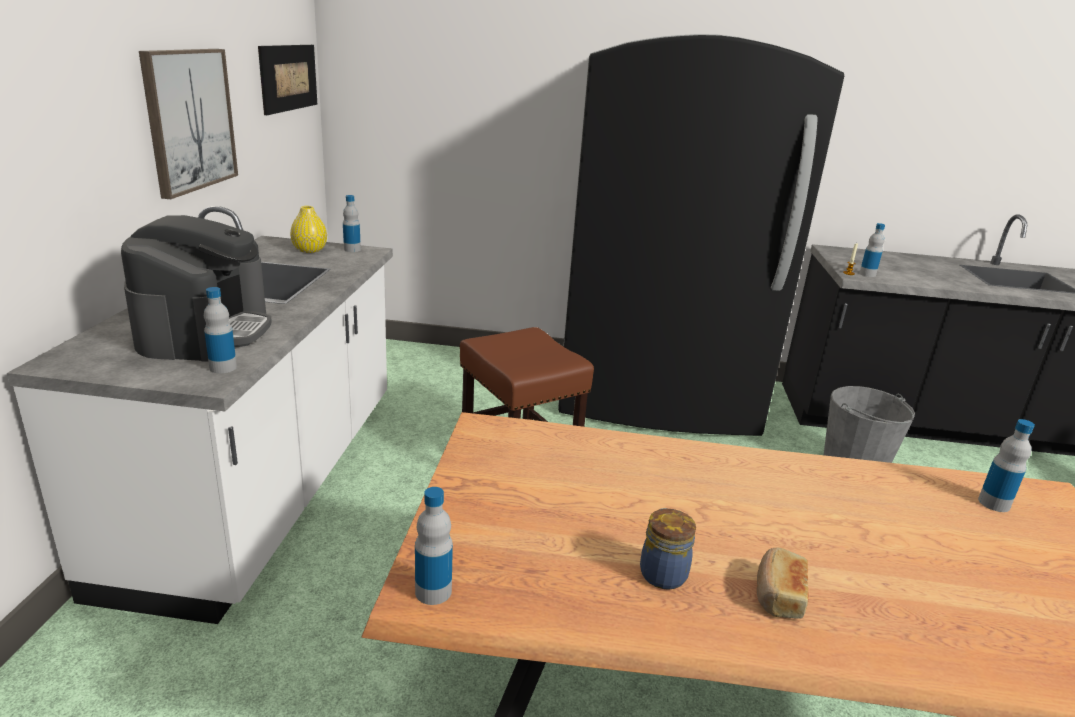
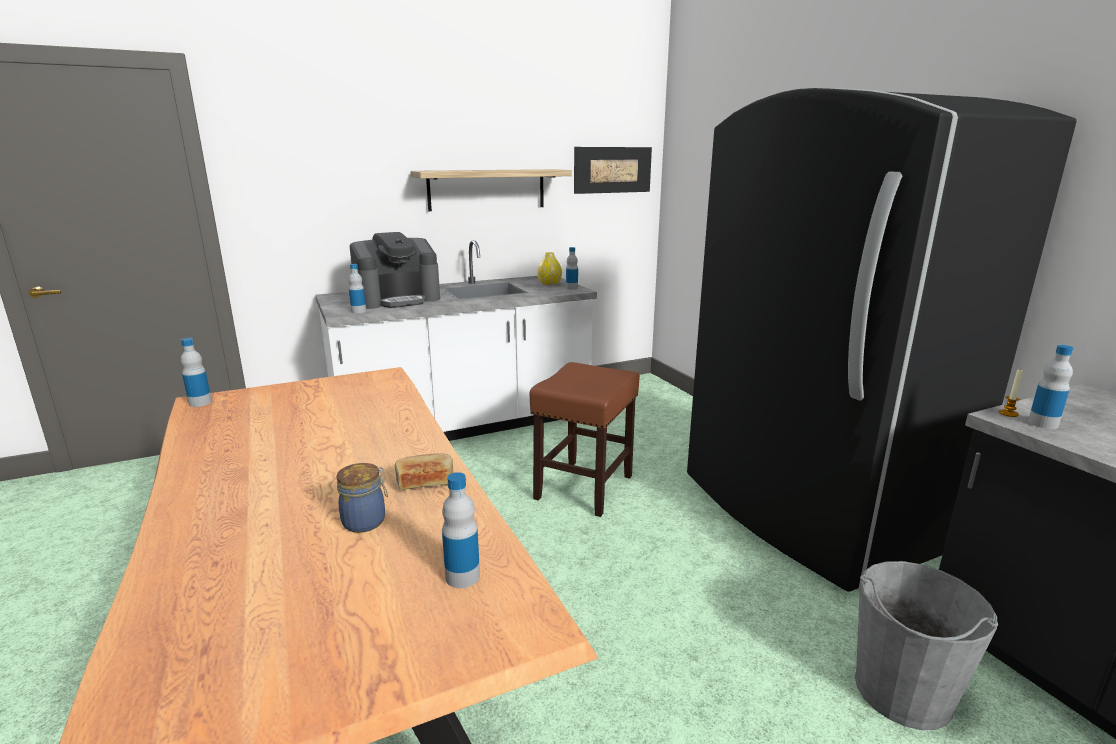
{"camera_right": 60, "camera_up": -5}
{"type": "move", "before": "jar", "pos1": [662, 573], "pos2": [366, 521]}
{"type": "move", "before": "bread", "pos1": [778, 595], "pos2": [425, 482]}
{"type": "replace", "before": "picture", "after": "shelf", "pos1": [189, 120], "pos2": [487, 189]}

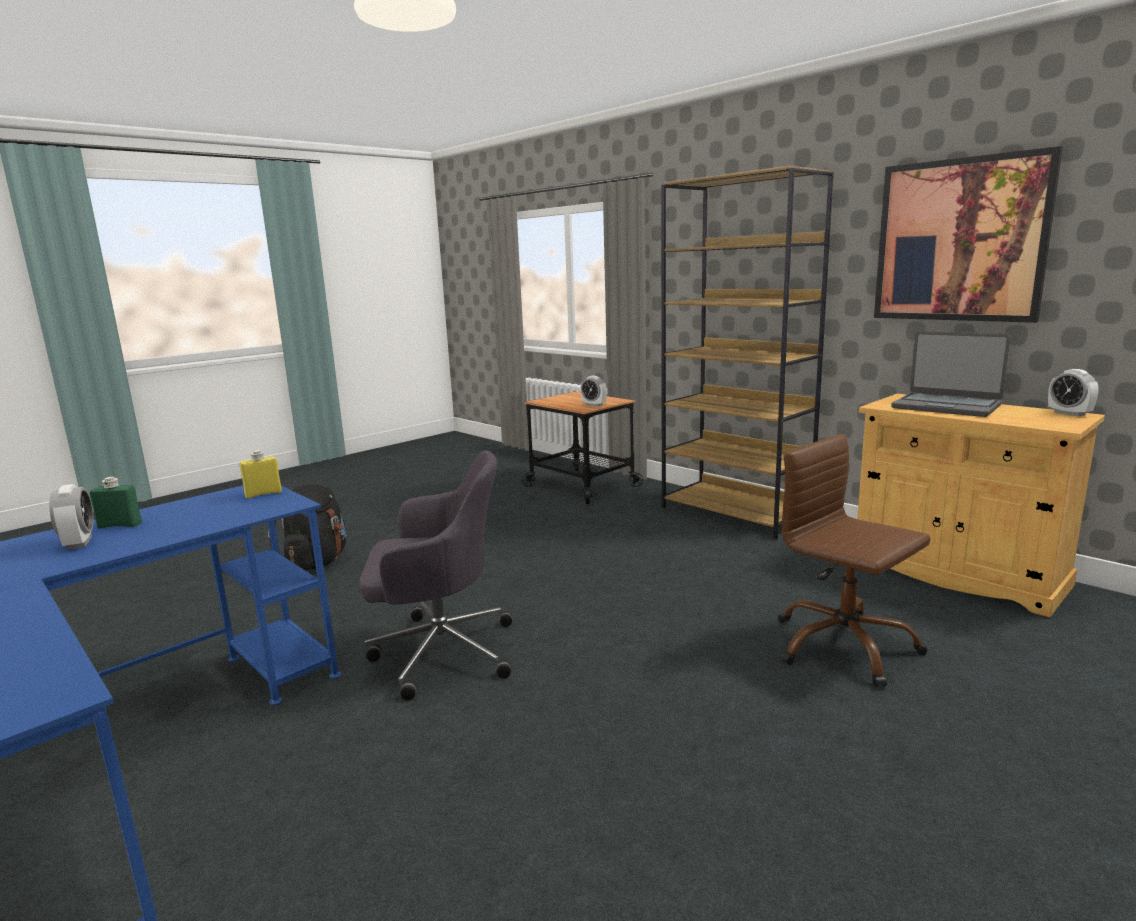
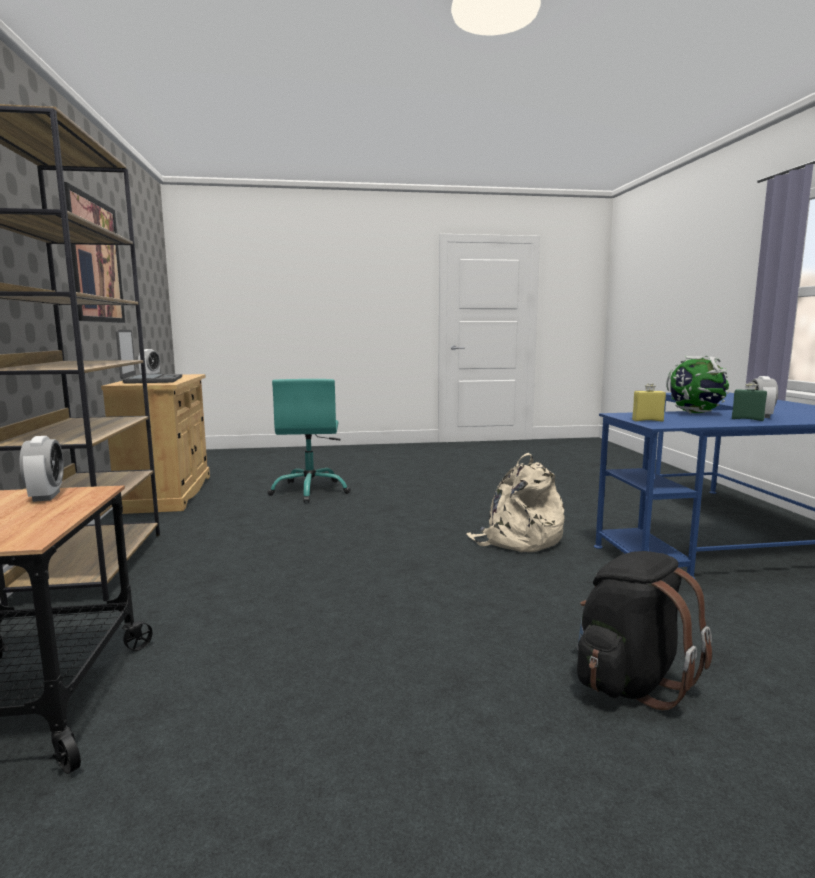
{"camera_right": -145, "camera_up": -5}
{"type": "insert", "after": "globe", "pos2": [695, 413]}
{"type": "replace", "before": "grey office chair", "after": "beige backpack", "pos1": [440, 652], "pos2": [518, 540]}
{"type": "recolor", "before": "brown office chair", "after": "turquoise office chair", "pos1": [843, 646], "pos2": [310, 490]}

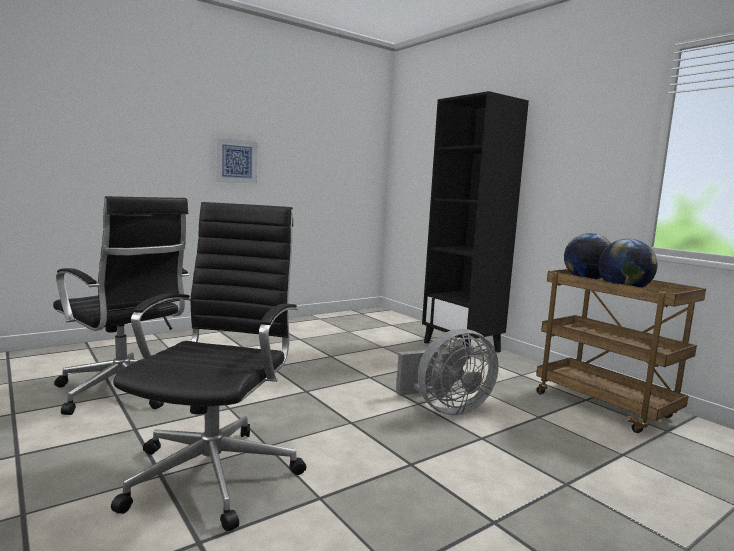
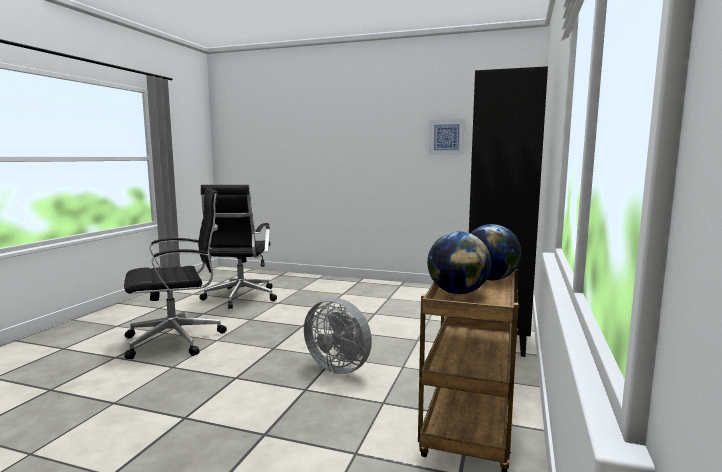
{"camera_right": 55, "camera_up": 0}
{"type": "move", "before": "picture", "pos1": [236, 161], "pos2": [446, 137]}

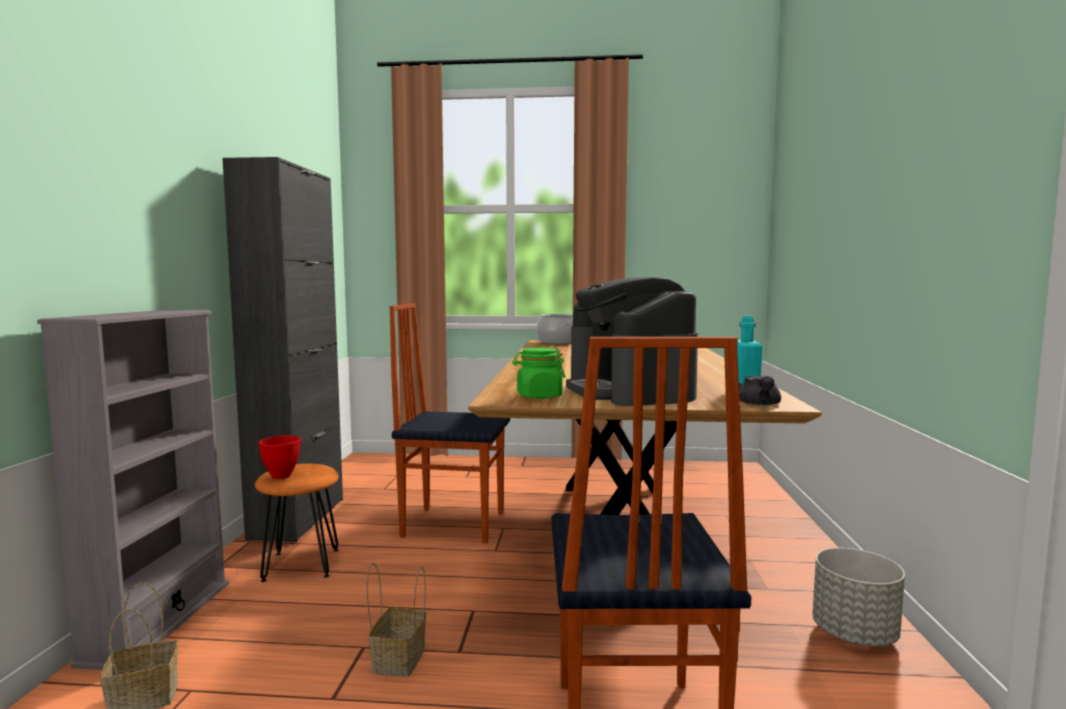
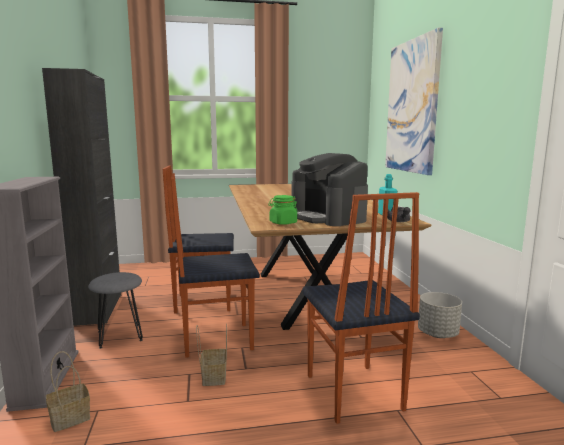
{"camera_right": -15, "camera_up": 5}
{"type": "delete", "before": "red bowl", "pos1": [282, 476]}
{"type": "delete", "before": "cooking pot", "pos1": [558, 342]}
{"type": "insert", "after": "chair", "pos2": [216, 339]}
{"type": "insert", "after": "picture", "pos2": [412, 106]}
{"type": "recolor", "before": "orange stool", "after": "grey stool", "pos1": [301, 564], "pos2": [120, 335]}

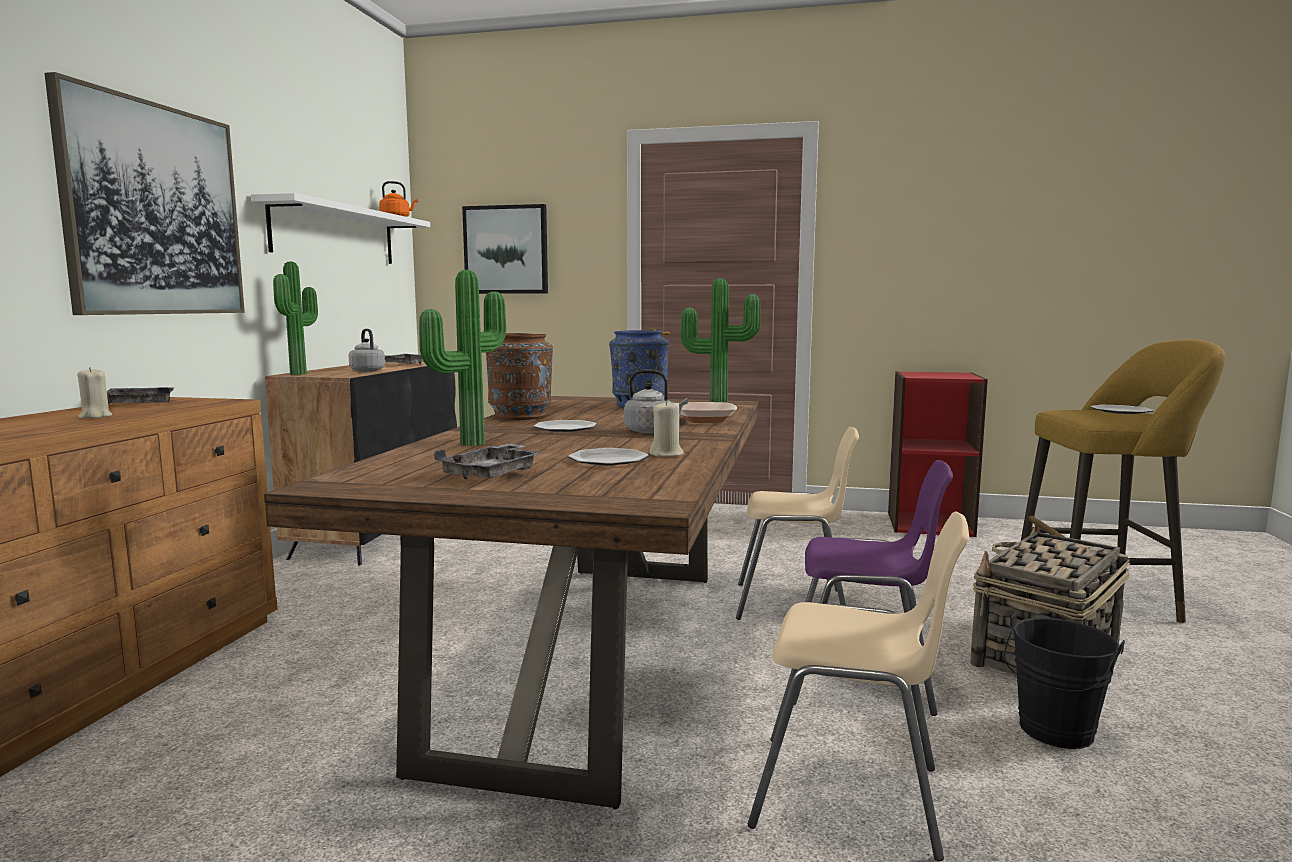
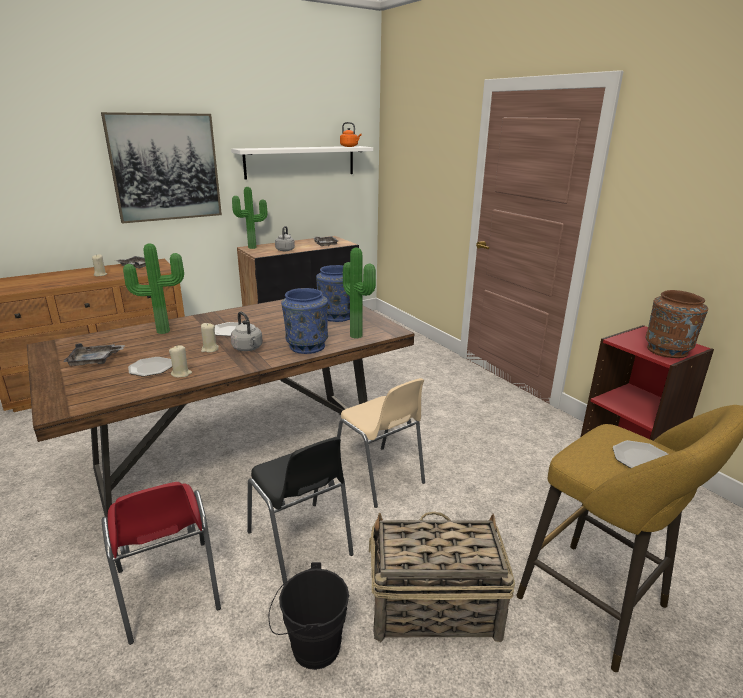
{"camera_right": 45, "camera_up": 15}
{"type": "delete", "before": "picture", "pos1": [506, 250]}
{"type": "insert", "after": "beige candle", "pos2": [210, 349]}
{"type": "move", "before": "brown vase", "pos1": [521, 416], "pos2": [667, 351]}
{"type": "replace", "before": "bowl", "after": "blue vase", "pos1": [705, 420], "pos2": [306, 346]}
{"type": "recolor", "before": "beige chair", "after": "red chair", "pos1": [852, 797], "pos2": [169, 592]}
{"type": "recolor", "before": "purple chair", "after": "black chair", "pos1": [863, 682], "pos2": [301, 545]}

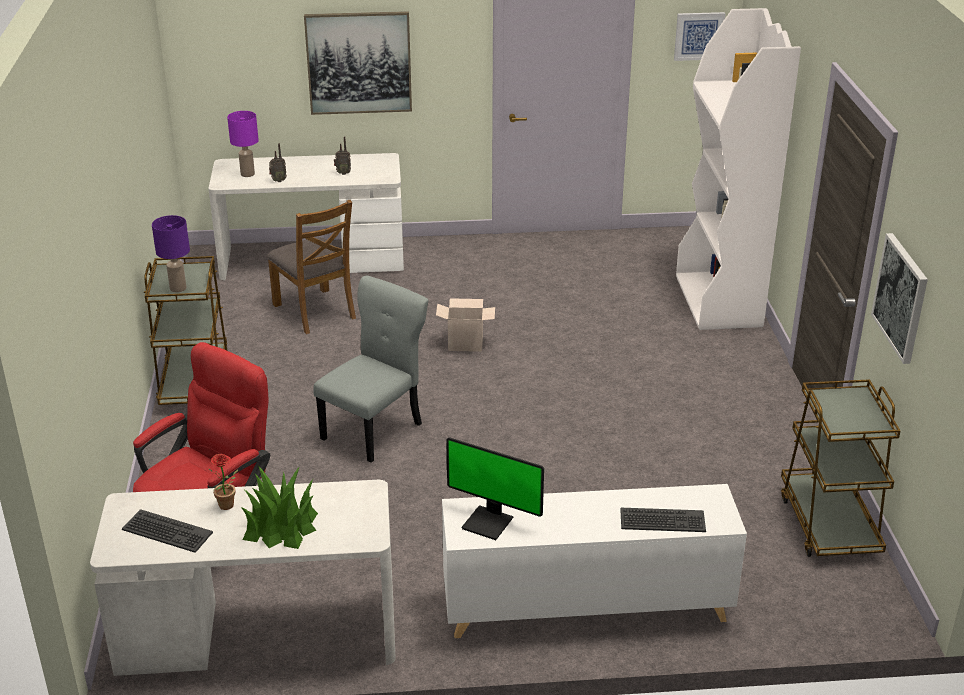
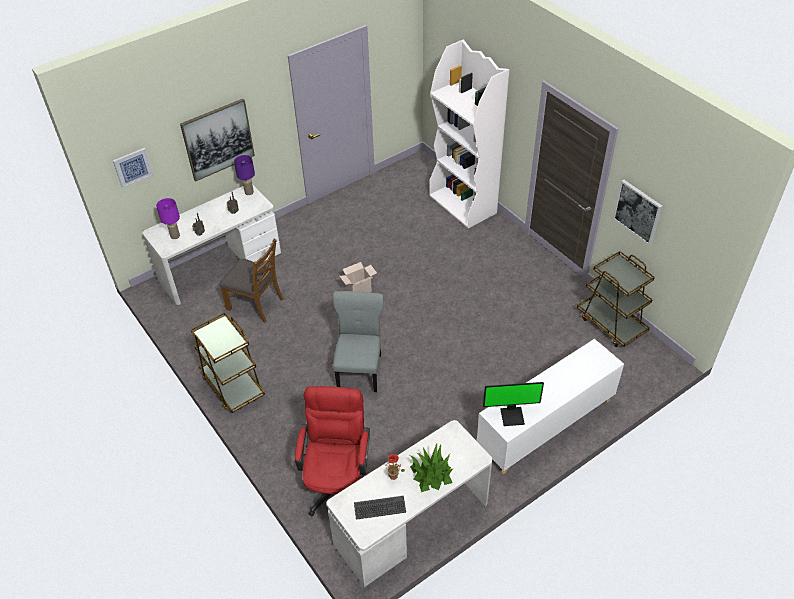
{"camera_right": -30, "camera_up": 15}
{"type": "delete", "before": "keyboard", "pos1": [662, 521]}
{"type": "move", "before": "purple table lamp", "pos1": [177, 288], "pos2": [249, 192]}
{"type": "move", "before": "picture", "pos1": [699, 36], "pos2": [133, 167]}

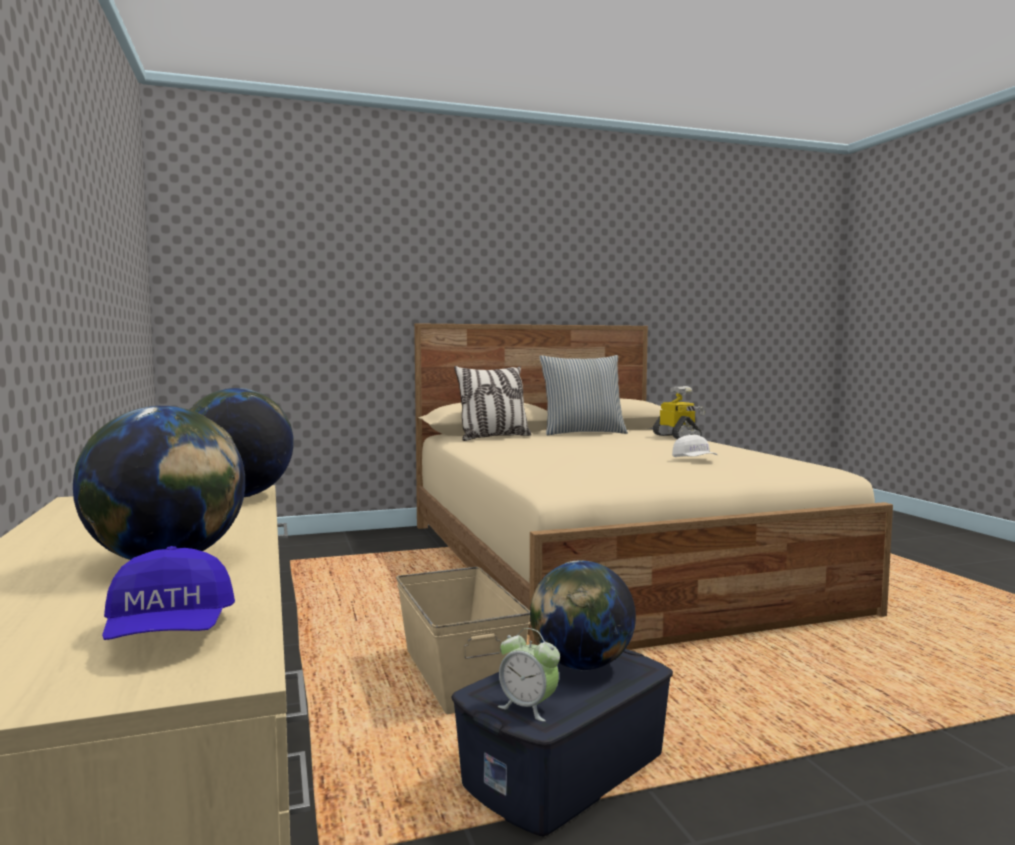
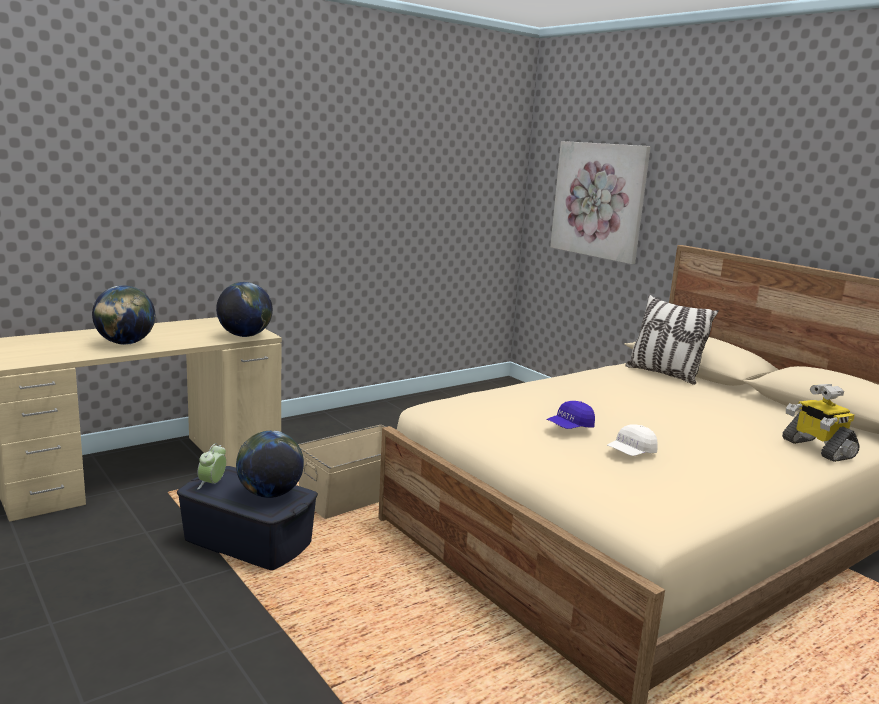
{"camera_right": 70, "camera_up": 10}
{"type": "delete", "before": "pillow", "pos1": [582, 433]}
{"type": "insert", "after": "picture", "pos2": [598, 200]}
{"type": "move", "before": "blue cap", "pos1": [169, 633], "pos2": [570, 427]}
{"type": "rotate", "before": "toy robot", "pos1": [677, 437], "pos2": [816, 448], "turn": 105}

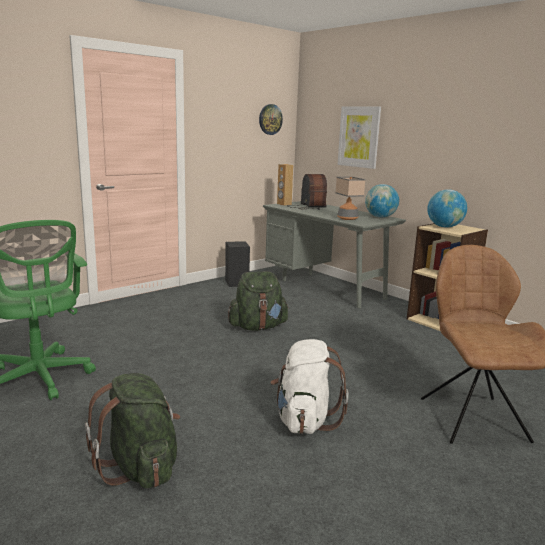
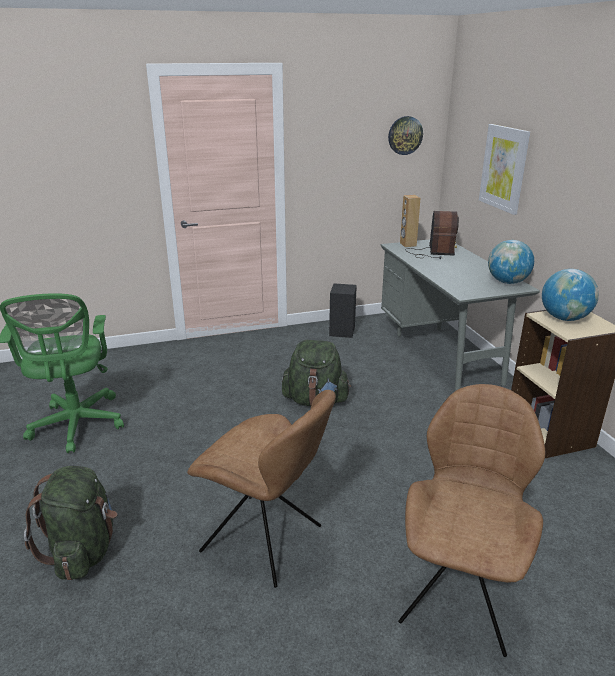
{"camera_right": 25, "camera_up": 10}
{"type": "delete", "before": "table lamp", "pos1": [347, 218]}
{"type": "replace", "before": "white backpack", "after": "brown chair", "pos1": [304, 420], "pos2": [265, 541]}

